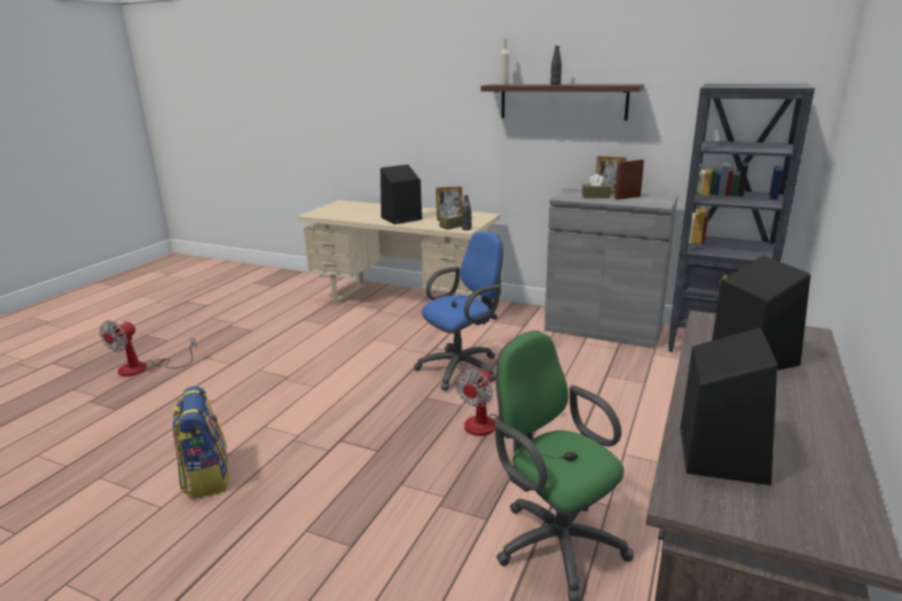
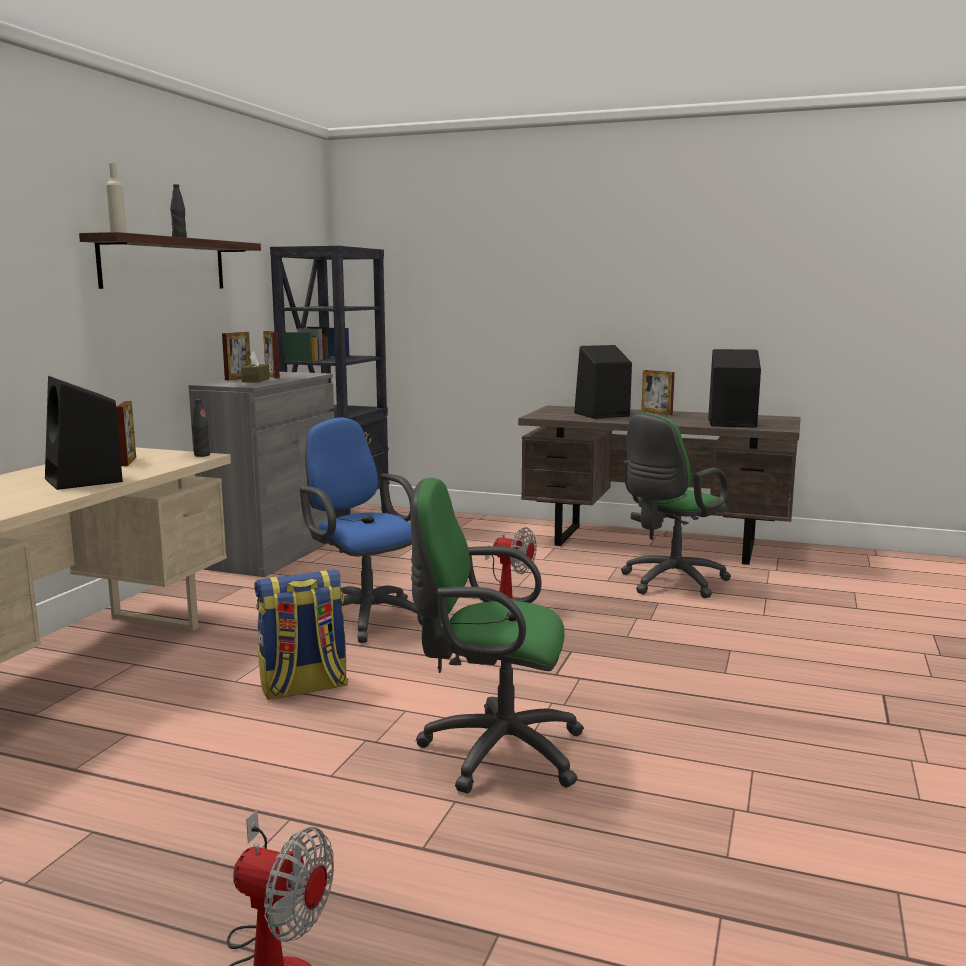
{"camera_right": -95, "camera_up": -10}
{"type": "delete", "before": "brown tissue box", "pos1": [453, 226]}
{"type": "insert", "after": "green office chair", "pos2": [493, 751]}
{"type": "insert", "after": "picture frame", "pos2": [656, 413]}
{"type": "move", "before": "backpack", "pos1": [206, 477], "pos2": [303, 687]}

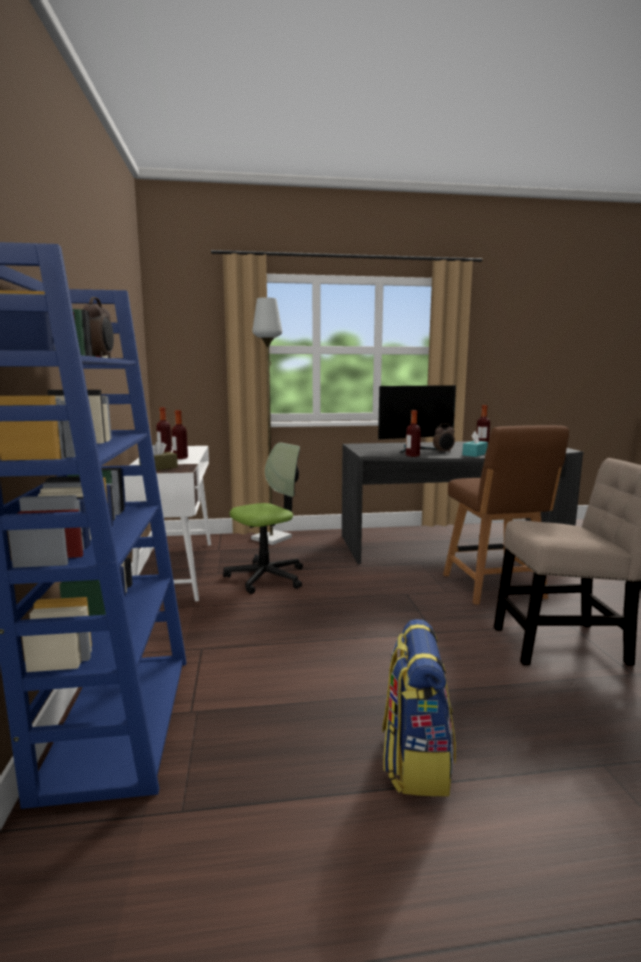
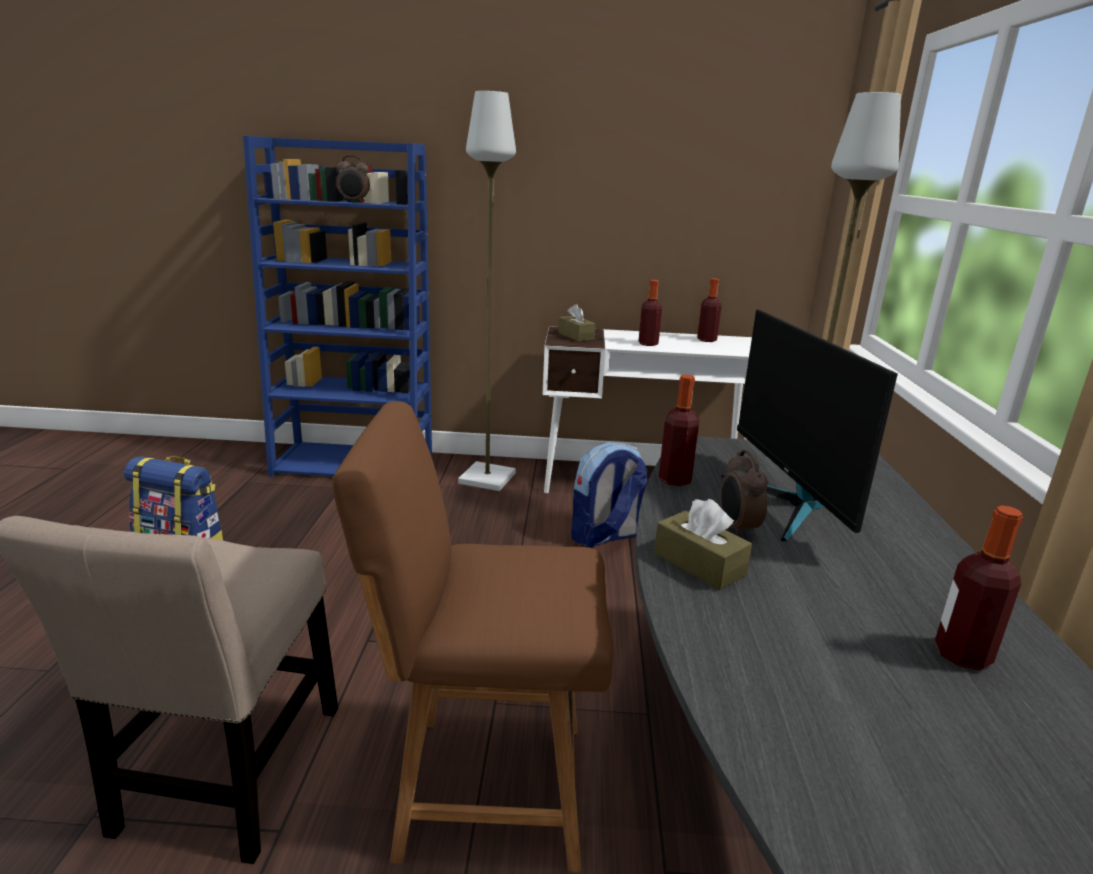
{"camera_right": 100, "camera_up": 10}
{"type": "insert", "after": "grey floor lamp", "pos2": [486, 478]}
{"type": "replace", "before": "office chair", "after": "backpack", "pos1": [266, 577], "pos2": [605, 536]}
{"type": "recolor", "before": "turquoise tissue box", "after": "brown tissue box", "pos1": [474, 454], "pos2": [699, 564]}

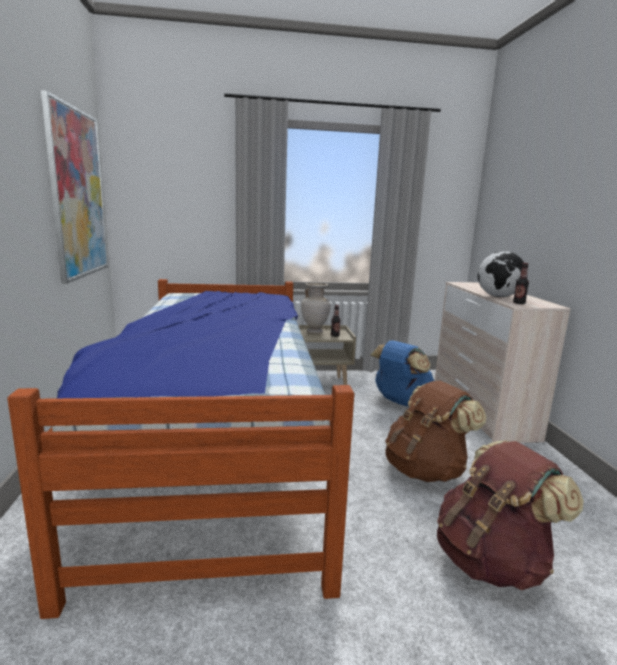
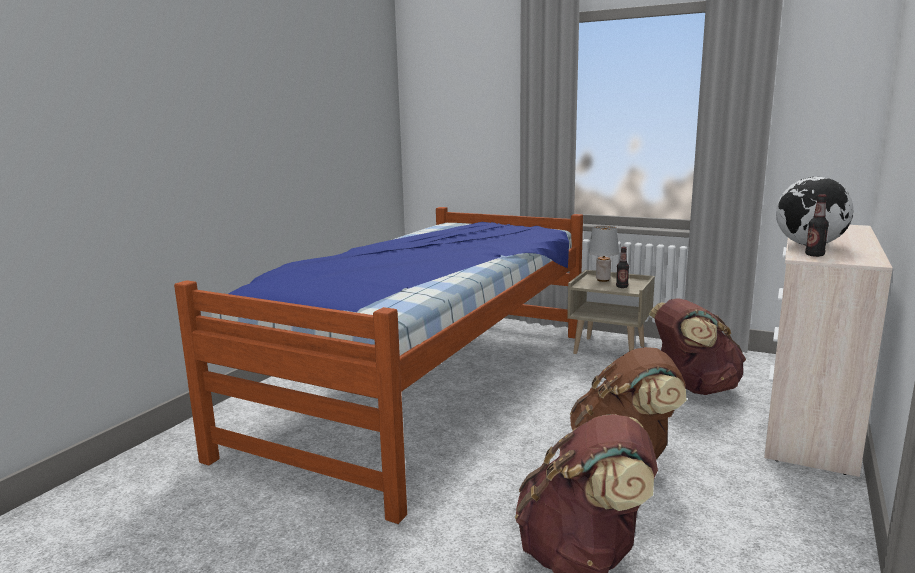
{"camera_right": 35, "camera_up": 0}
{"type": "delete", "before": "picture", "pos1": [78, 194]}
{"type": "replace", "before": "beige vase", "after": "grey table lamp", "pos1": [315, 332], "pos2": [603, 280]}
{"type": "recolor", "before": "blue backpack", "after": "brown backpack", "pos1": [402, 402], "pos2": [694, 388]}

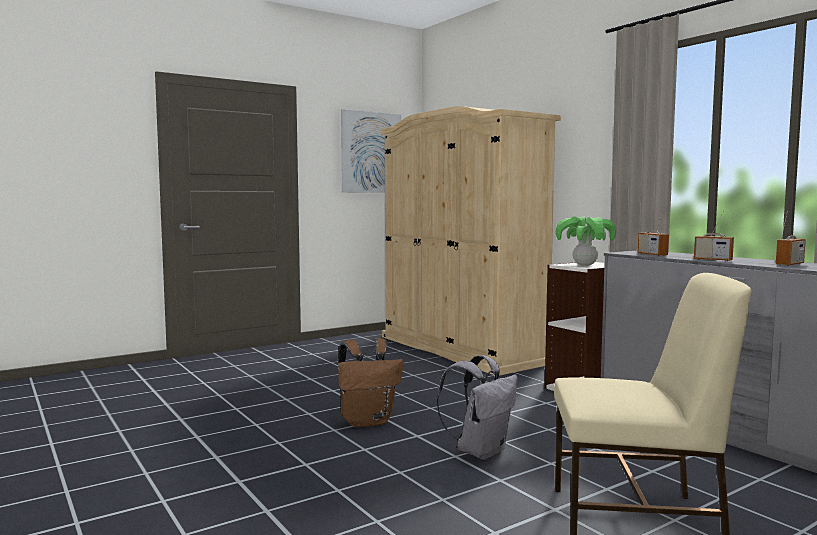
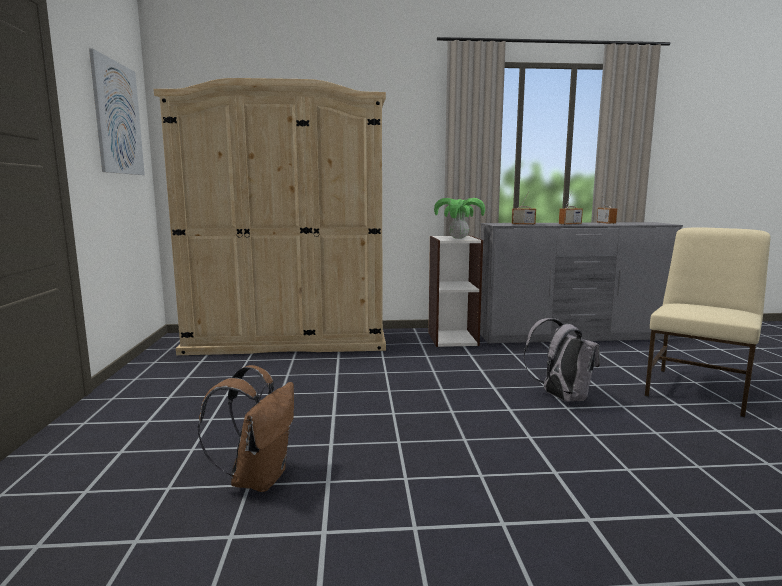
{"camera_right": -60, "camera_up": 5}
{"type": "move", "before": "brown backpack", "pos1": [367, 421], "pos2": [258, 478]}

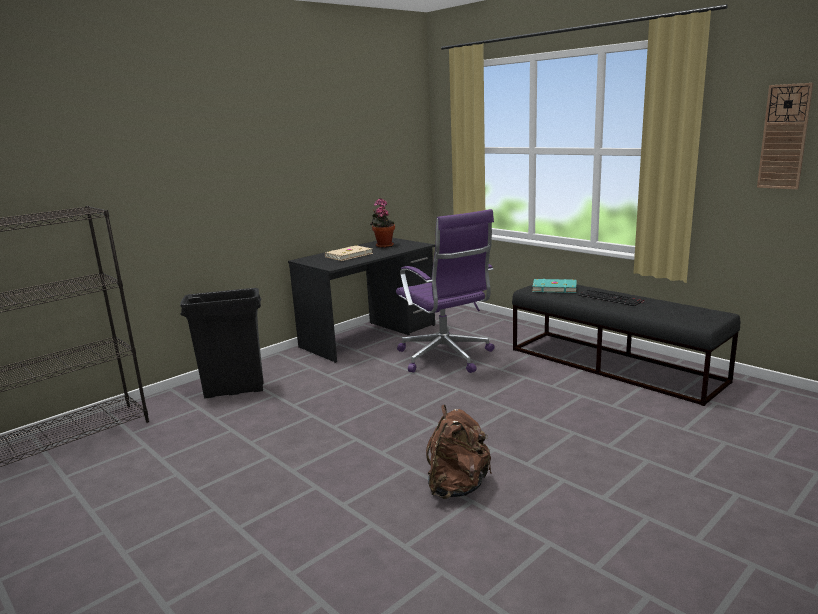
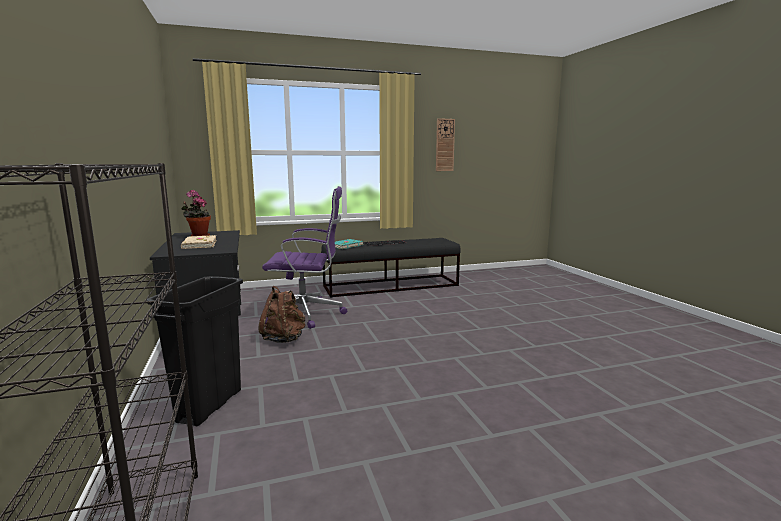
{"camera_right": -65, "camera_up": -5}
{"type": "move", "before": "brown backpack", "pos1": [457, 487], "pos2": [284, 339]}

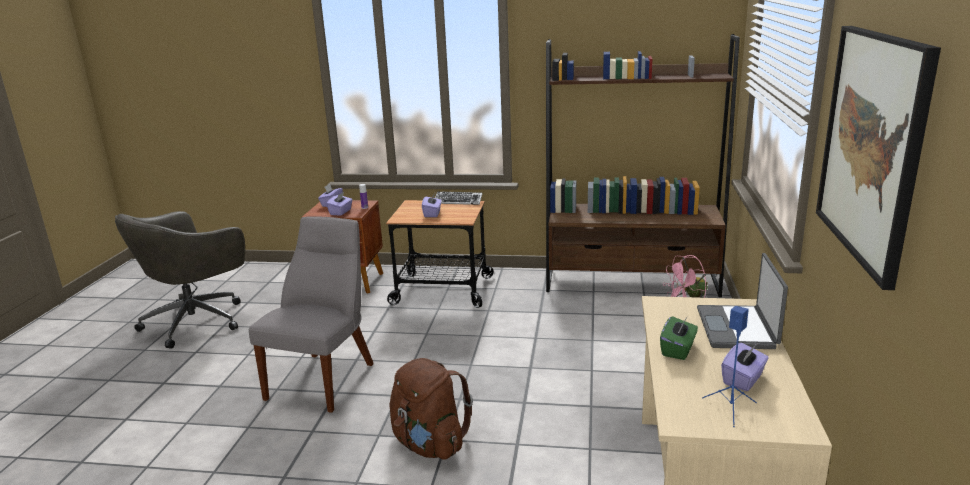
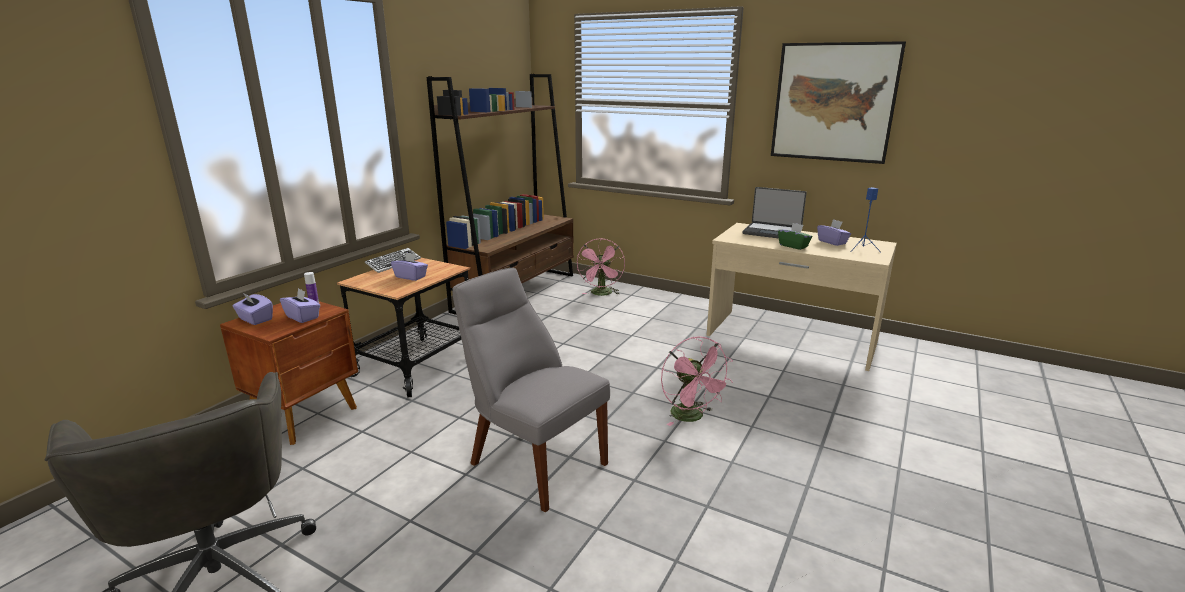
{"camera_right": -70, "camera_up": 0}
{"type": "replace", "before": "brown backpack", "after": "pink fan", "pos1": [429, 444], "pos2": [692, 417]}

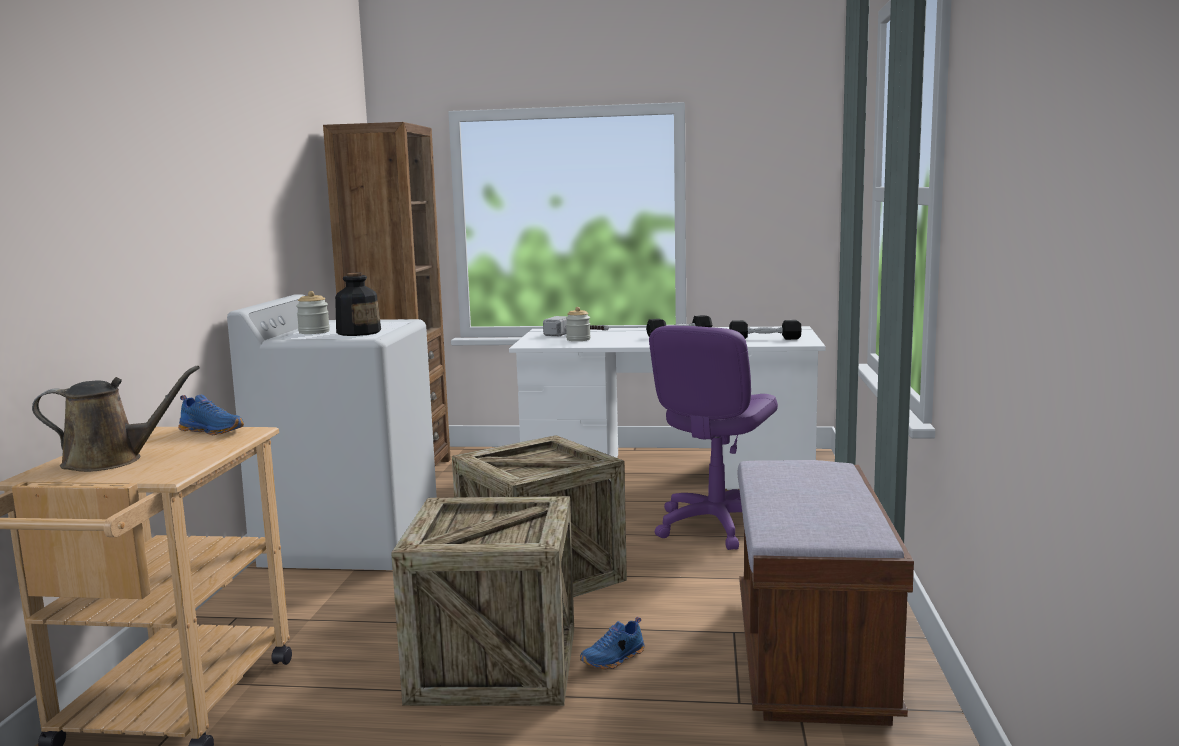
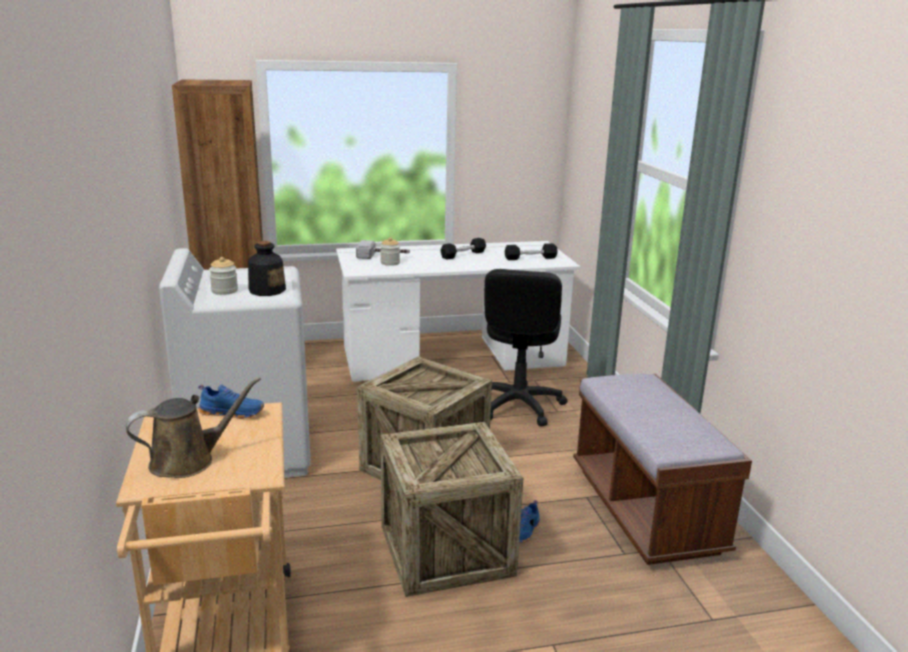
{"camera_right": -20, "camera_up": 10}
{"type": "recolor", "before": "purple office chair", "after": "black office chair", "pos1": [715, 526], "pos2": [518, 405]}

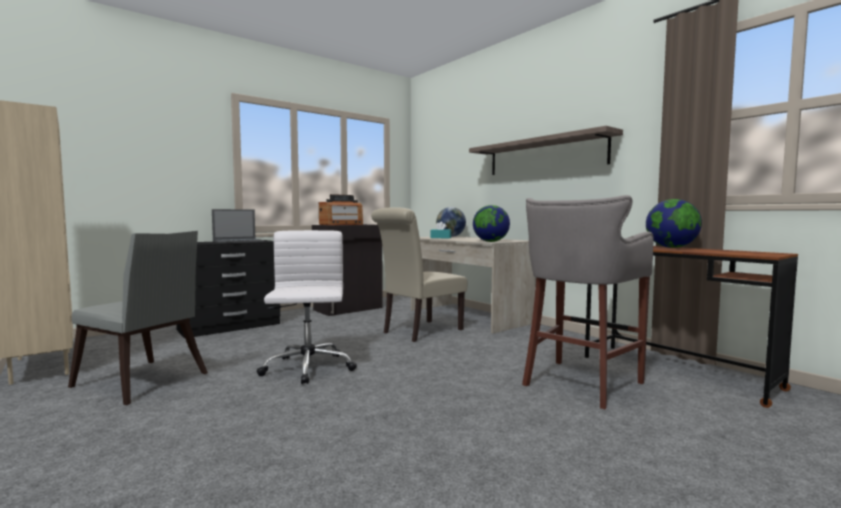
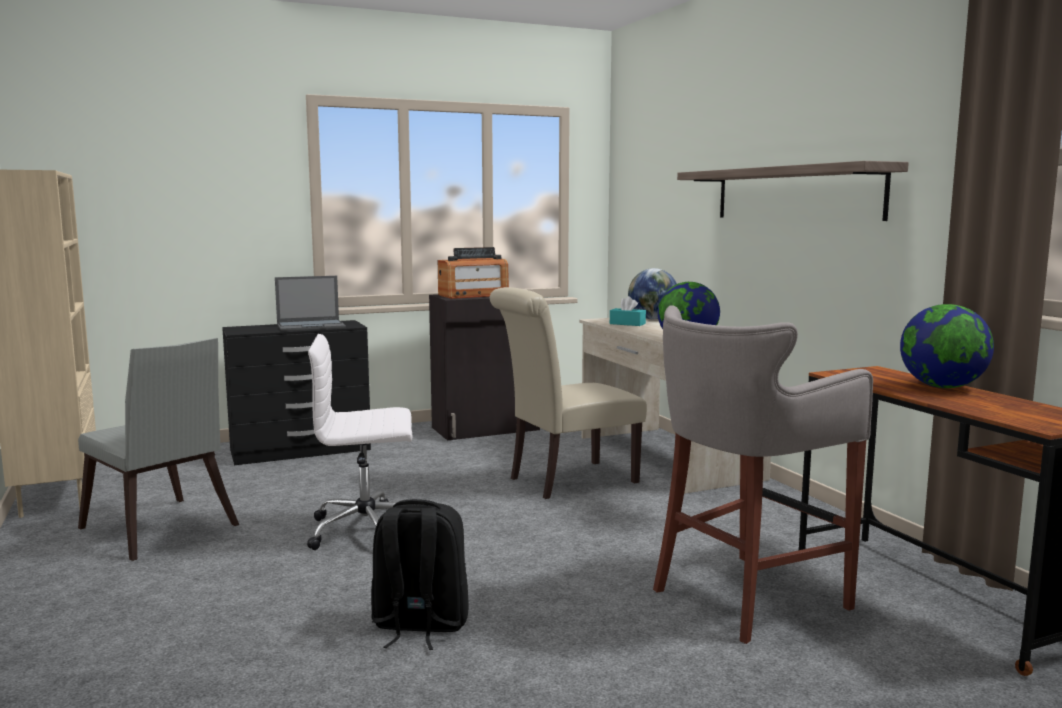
{"camera_right": 15, "camera_up": 5}
{"type": "insert", "after": "black backpack", "pos2": [419, 625]}
{"type": "rotate", "before": "white office chair", "pos1": [308, 368], "pos2": [368, 530], "turn": -105}

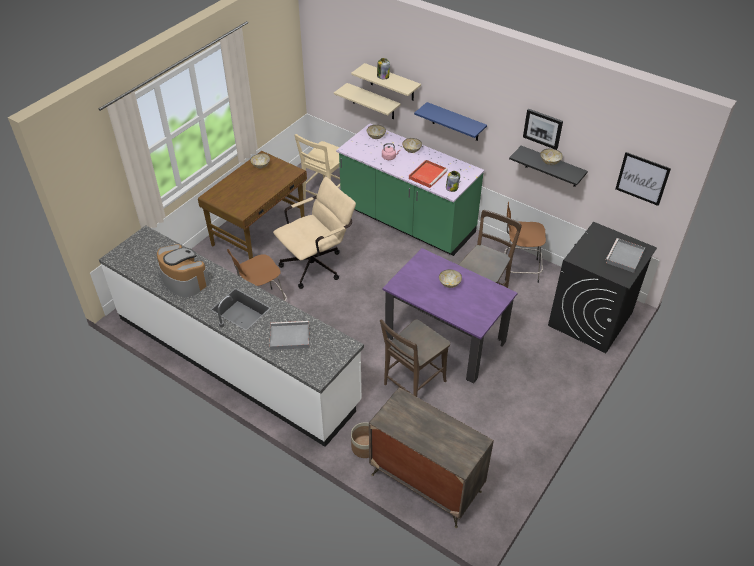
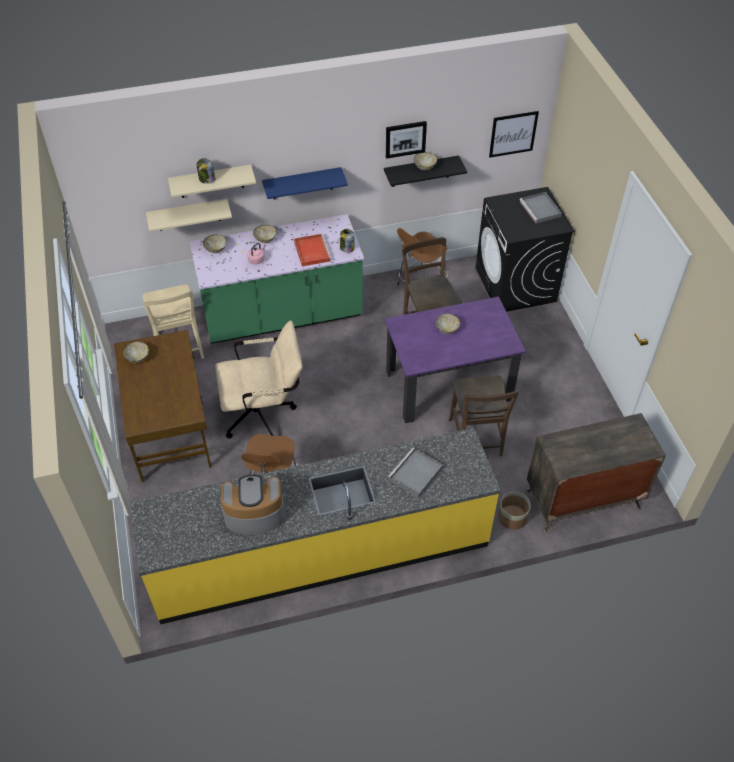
{"camera_right": -50, "camera_up": 5}
{"type": "recolor", "before": "white counter", "after": "yellow counter", "pos1": [236, 359], "pos2": [320, 552]}
{"type": "rotate", "before": "beige office chair", "pos1": [317, 264], "pos2": [264, 414], "turn": 75}

